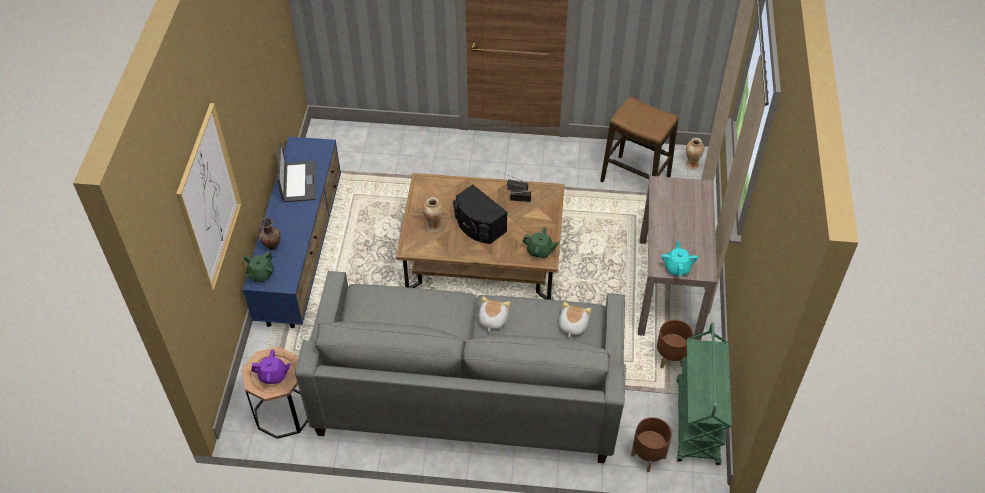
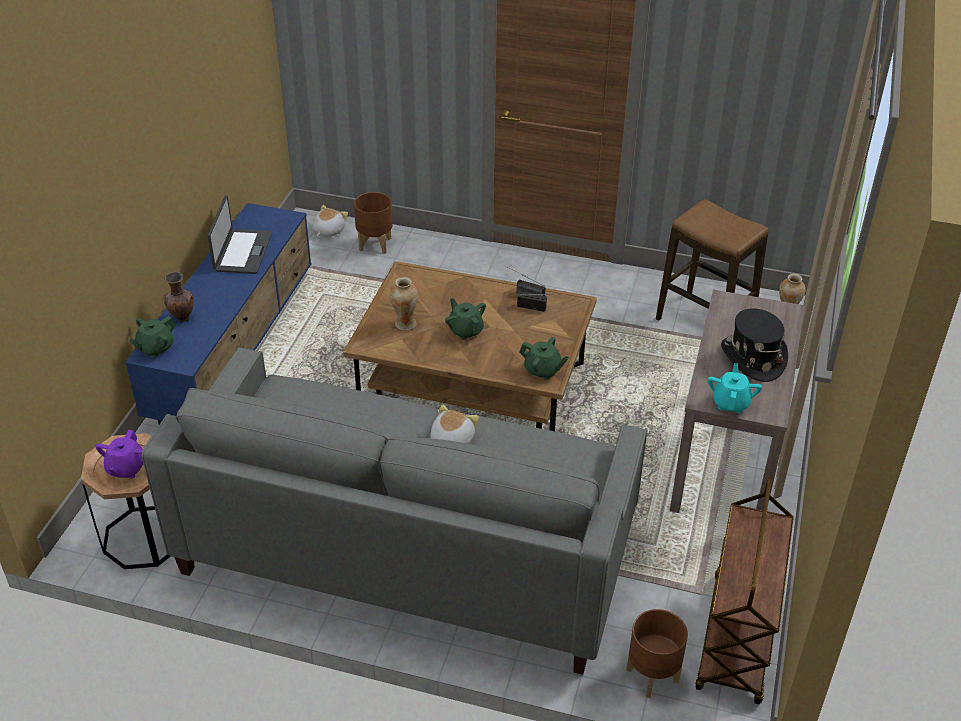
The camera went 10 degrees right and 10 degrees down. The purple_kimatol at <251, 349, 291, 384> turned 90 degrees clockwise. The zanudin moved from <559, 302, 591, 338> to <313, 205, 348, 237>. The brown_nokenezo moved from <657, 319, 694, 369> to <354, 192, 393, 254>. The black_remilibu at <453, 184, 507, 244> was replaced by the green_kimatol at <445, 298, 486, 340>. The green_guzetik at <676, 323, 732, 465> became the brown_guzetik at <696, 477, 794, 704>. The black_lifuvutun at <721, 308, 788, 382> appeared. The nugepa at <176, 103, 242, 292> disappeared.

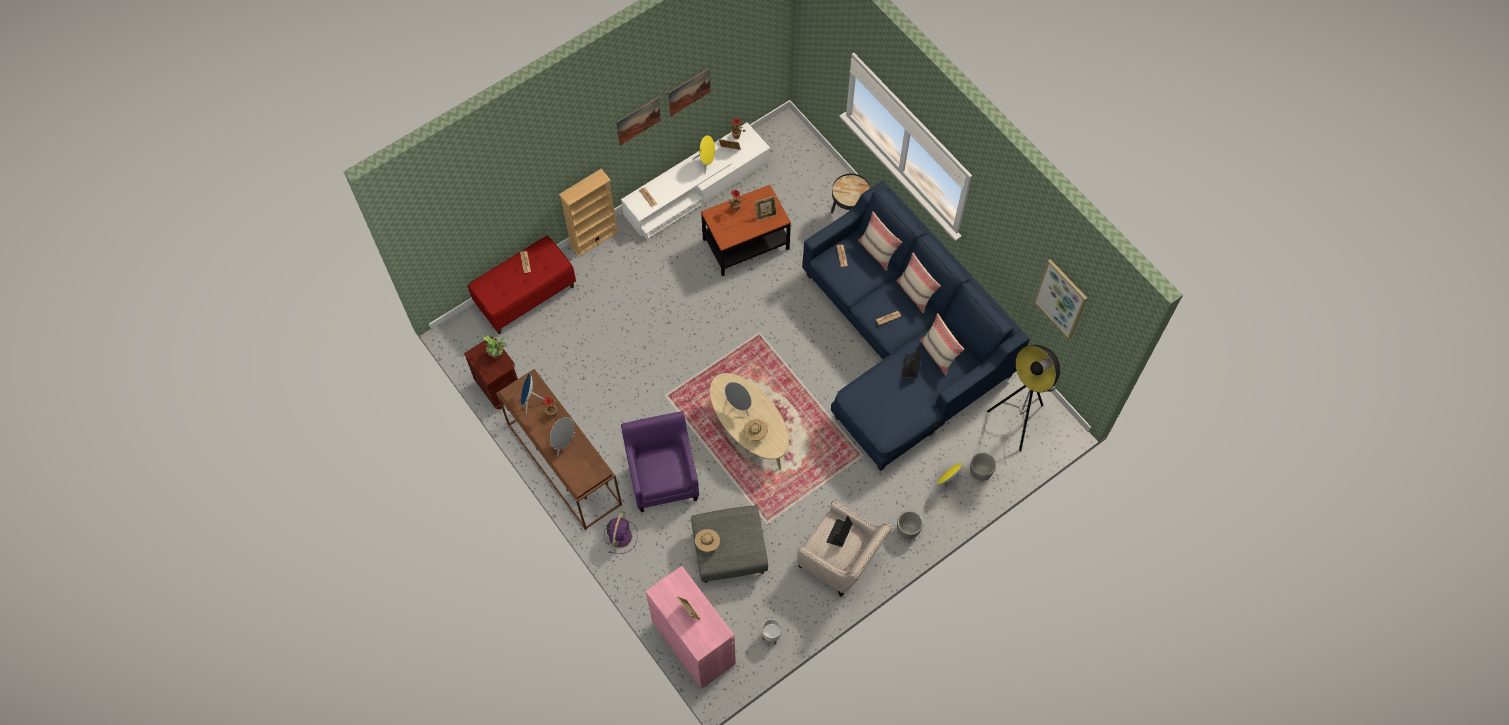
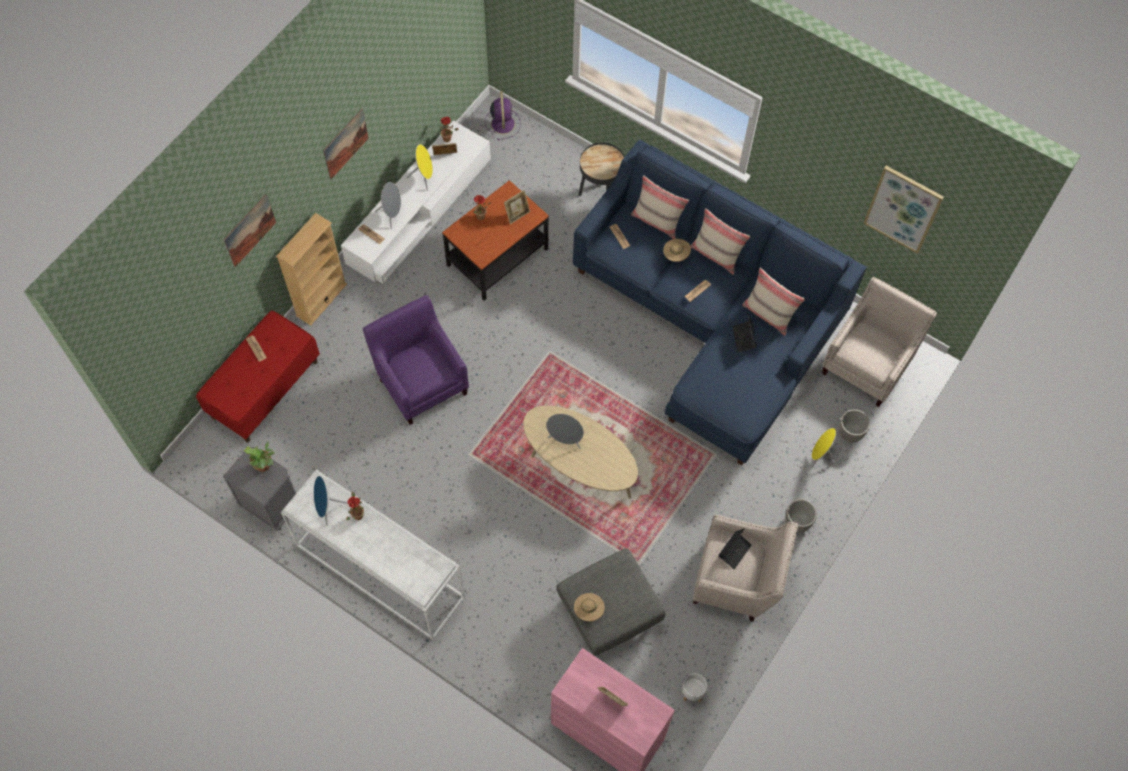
The camera went 20 degrees left and 0 degrees up. The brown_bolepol at <464, 337, 518, 409> became the grey_bolepol at <223, 447, 296, 531>. The nugepa moved from <668, 68, 711, 117> to <224, 194, 276, 267>. The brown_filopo at <496, 369, 622, 530> became the white_filopo at <281, 469, 465, 640>. The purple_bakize moved from <621, 411, 699, 512> to <363, 295, 469, 425>. The grey_remilibu moved from <550, 417, 575, 456> to <375, 182, 401, 229>. The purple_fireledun moved from <604, 511, 638, 554> to <485, 91, 521, 140>. The beige_lifuvutun moved from <744, 419, 768, 441> to <663, 239, 691, 262>. The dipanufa at <826, 515, 853, 547> turned 150 degrees counterclockwise. The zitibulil at <987, 345, 1060, 451> was replaced by the beige_bakize at <822, 277, 937, 407>.

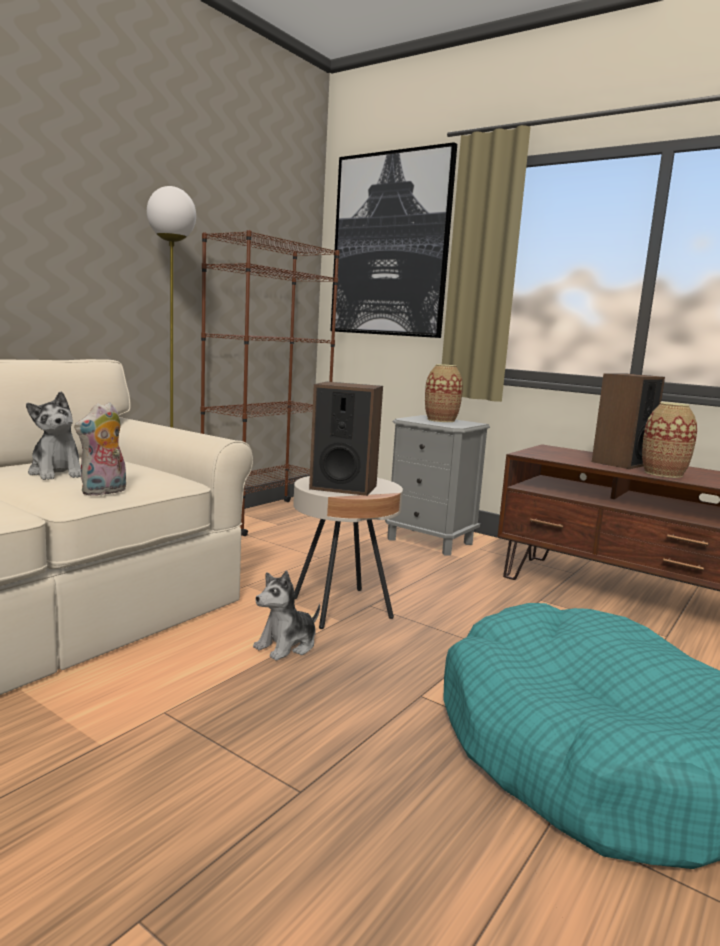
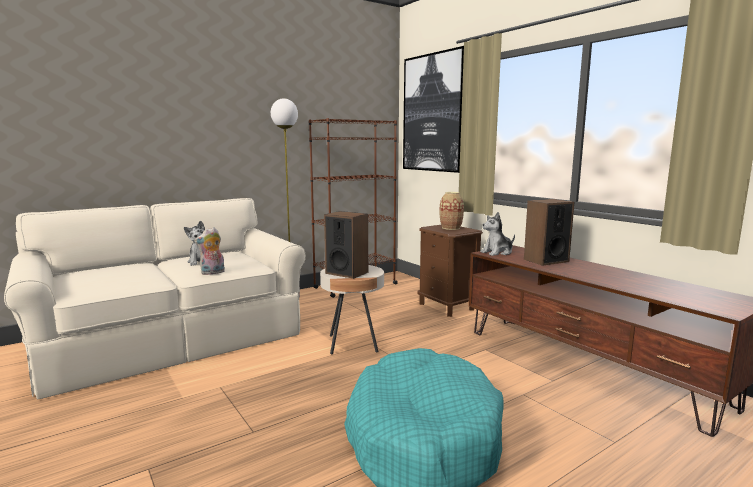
The camera went 20 degrees right and 0 degrees up. The grey_bolepol at <385, 415, 490, 556> became the brown_bolepol at <418, 225, 483, 317>. The zanudin moved from <253, 571, 320, 661> to <480, 212, 515, 256>. The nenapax at <642, 402, 697, 478> disappeared.

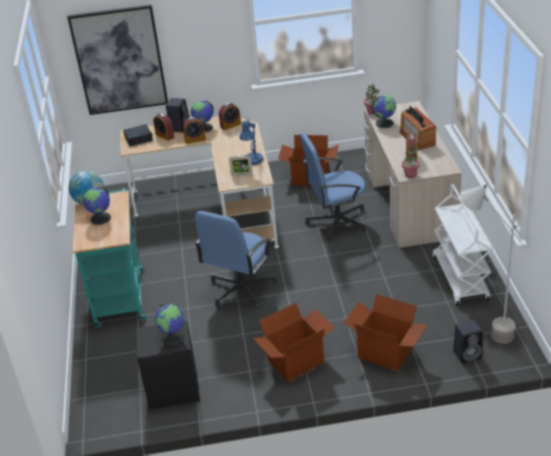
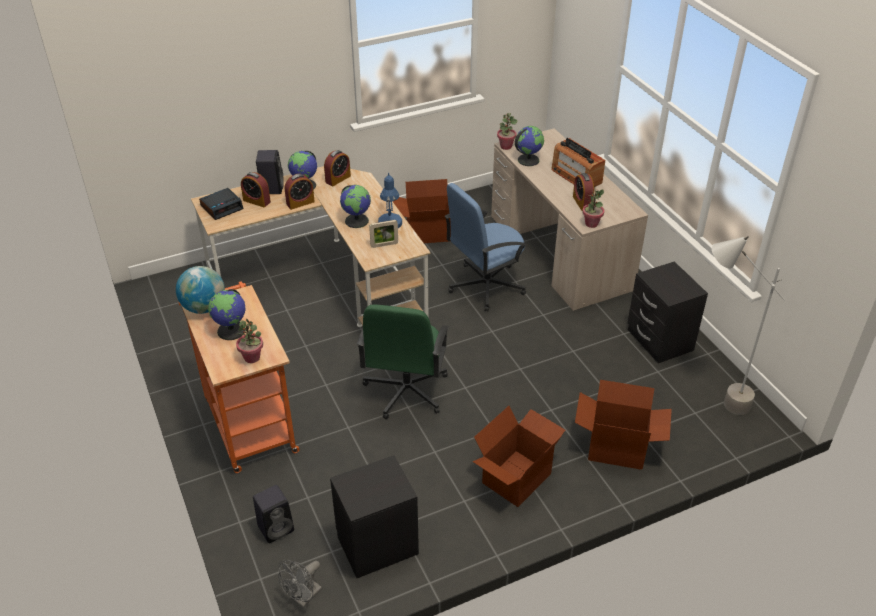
The camera went 20 degrees left and 5 degrees up. The turquoise_guzetik at <73, 188, 146, 327> became the orange_guzetik at <178, 281, 300, 473>. The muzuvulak at <236, 318, 263, 363> appeared. The black_remilibu moved from <453, 319, 483, 364> to <253, 485, 294, 543>. The grey_fireledun at <278, 560, 322, 607> appeared. The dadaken moved from <155, 304, 185, 345> to <340, 185, 371, 228>. The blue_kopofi at <194, 211, 277, 308> became the green_kopofi at <357, 305, 449, 419>. The white_guzetik at <433, 184, 493, 305> was replaced by the black_bolepol at <627, 261, 708, 363>. The nugepa at <67, 4, 168, 115> disappeared.

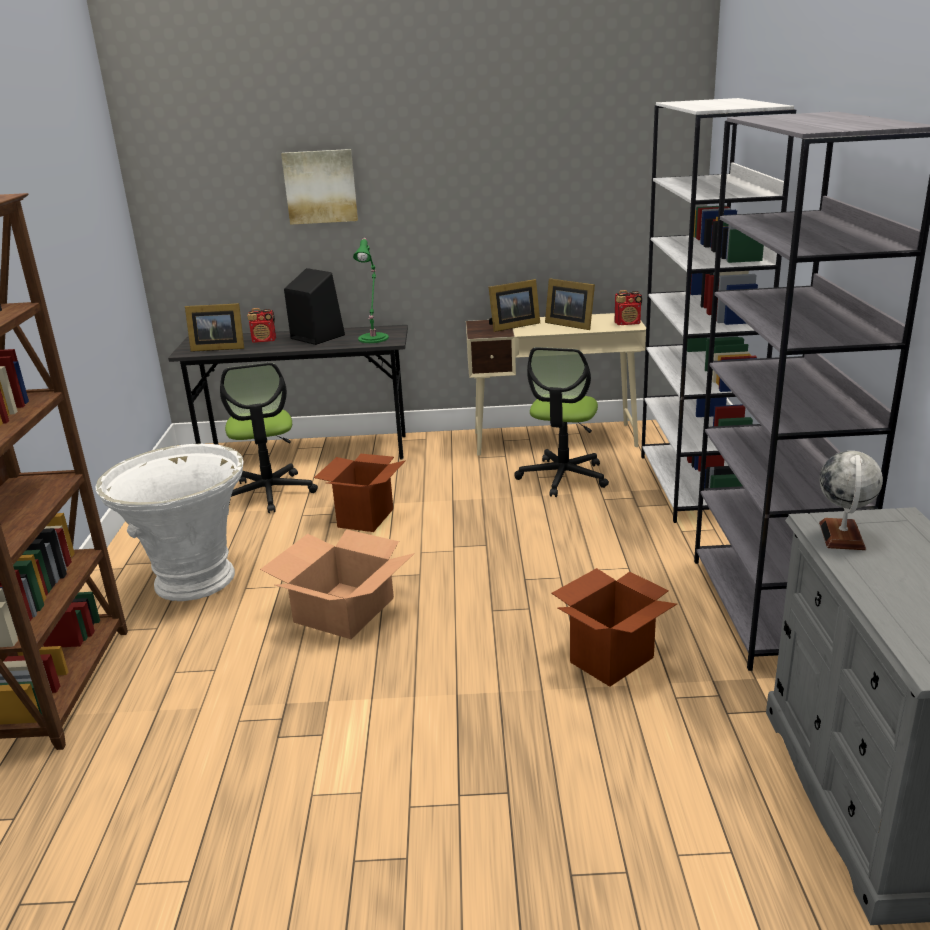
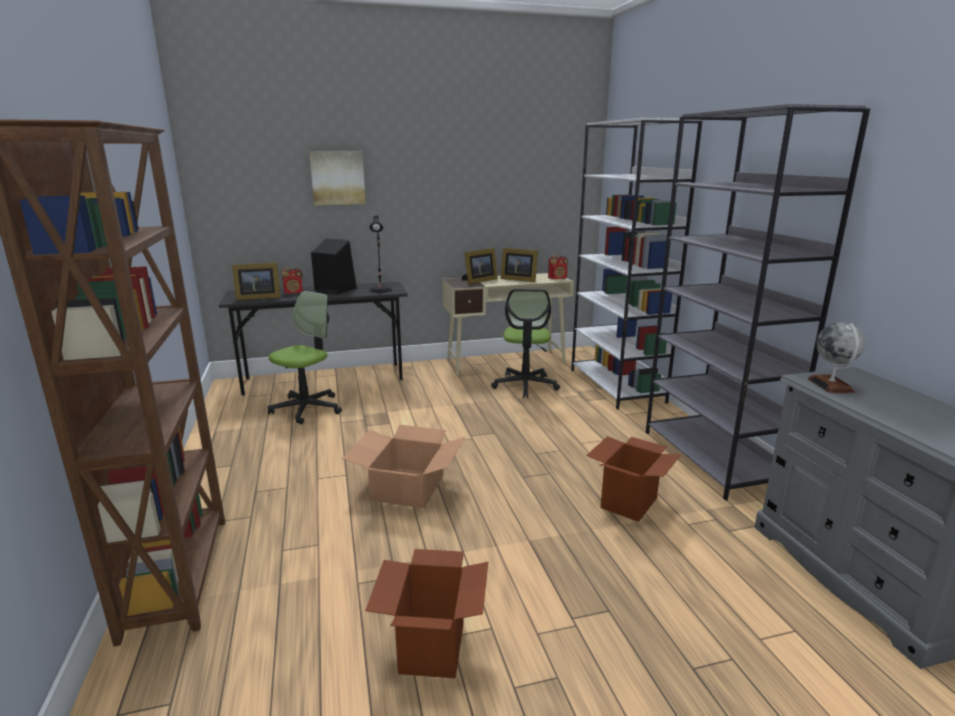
The camera went 15 degrees left and 5 degrees down. The kopofi at <220, 362, 318, 513> turned 120 degrees counterclockwise. The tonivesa moved from <314, 454, 406, 532> to <365, 549, 488, 679>. The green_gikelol at <353, 238, 389, 343> became the black_gikelol at <369, 214, 392, 293>. The white_nokenezo at <96, 444, 243, 601> disappeared.

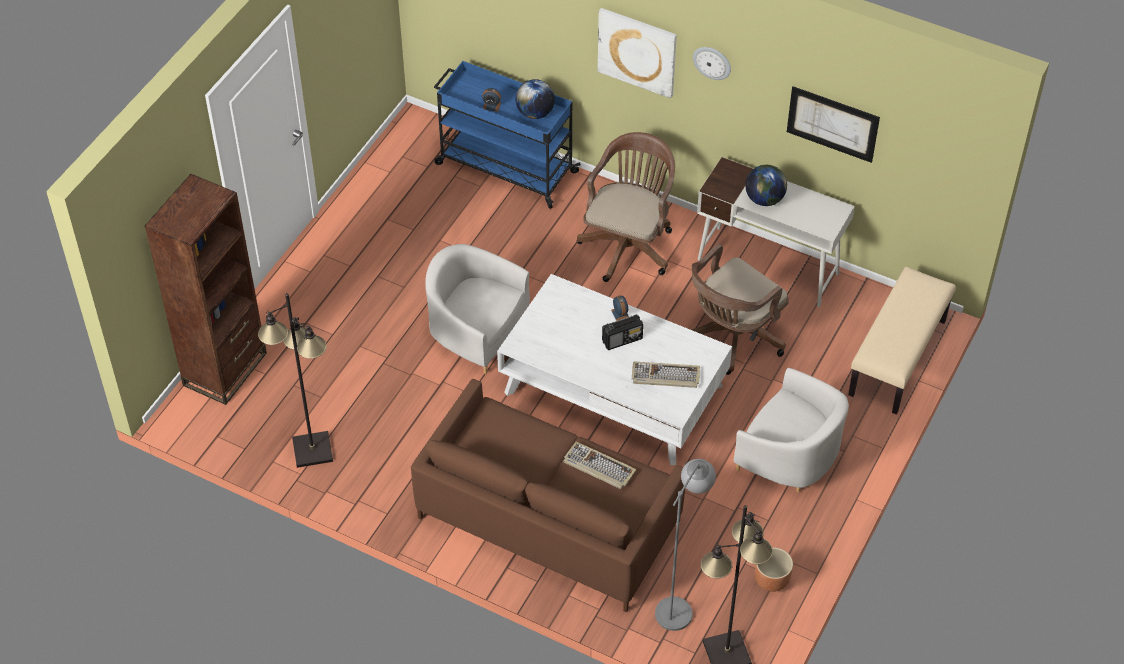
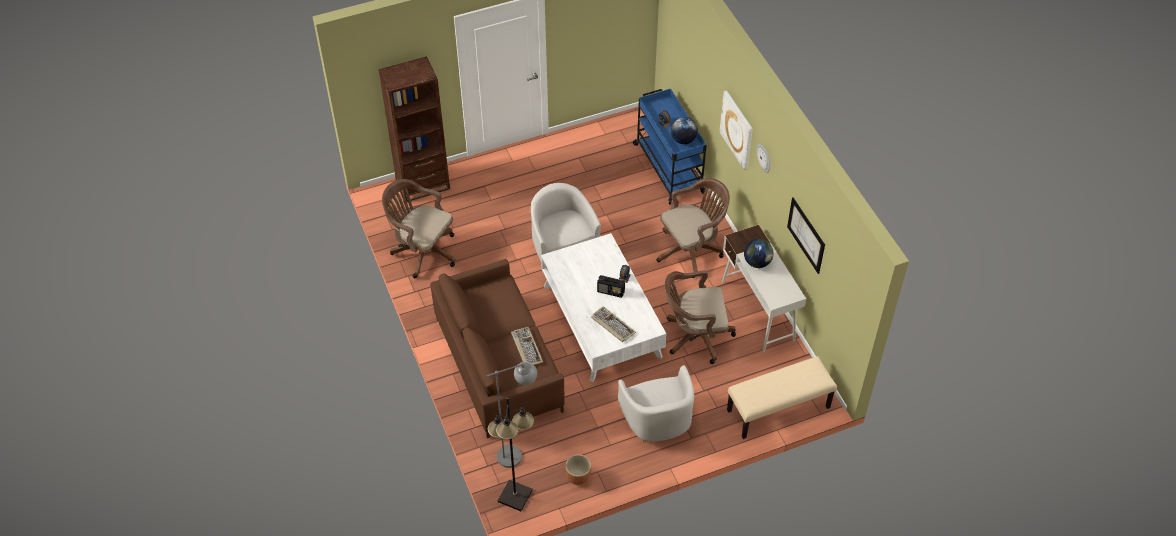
The camera went 40 degrees right and 0 degrees up. The black_zitibulil at <258, 293, 333, 468> was replaced by the brown_kopofi at <382, 179, 456, 278>.

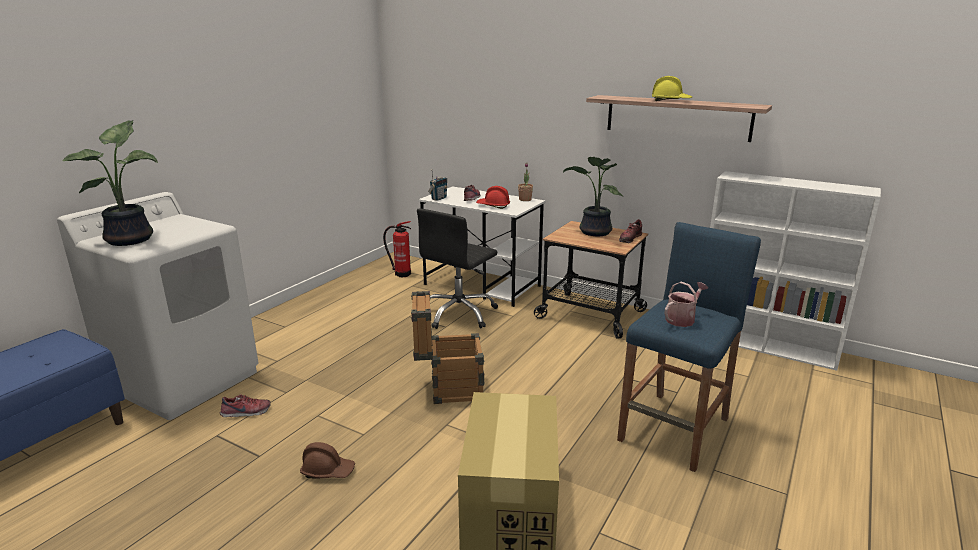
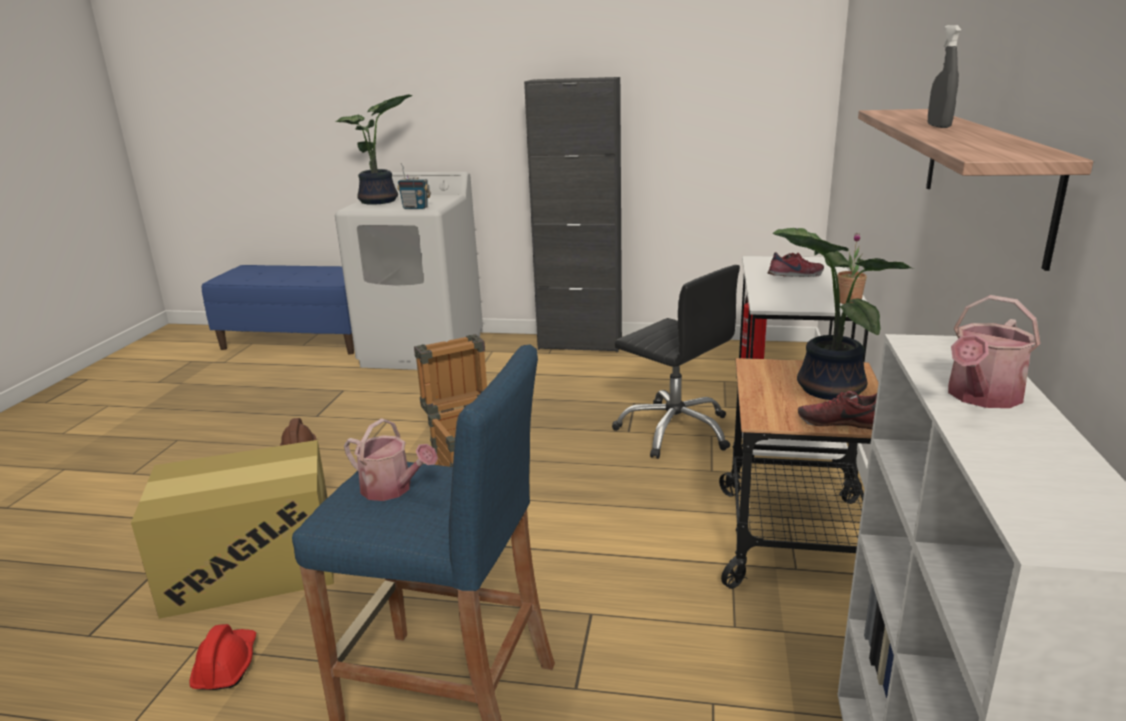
The camera went 70 degrees right and 0 degrees up. The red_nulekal moved from <476, 186, 510, 209> to <190, 624, 256, 690>. The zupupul moved from <428, 169, 447, 201> to <397, 163, 431, 209>. The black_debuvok at <524, 77, 622, 352> appeared. The black_kopofi at <417, 208, 498, 329> turned 150 degrees counterclockwise. The yellow_nulekal at <652, 76, 692, 101> was replaced by the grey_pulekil at <928, 25, 961, 128>. The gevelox at <948, 295, 1041, 408> appeared. The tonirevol at <220, 394, 271, 417> disappeared.

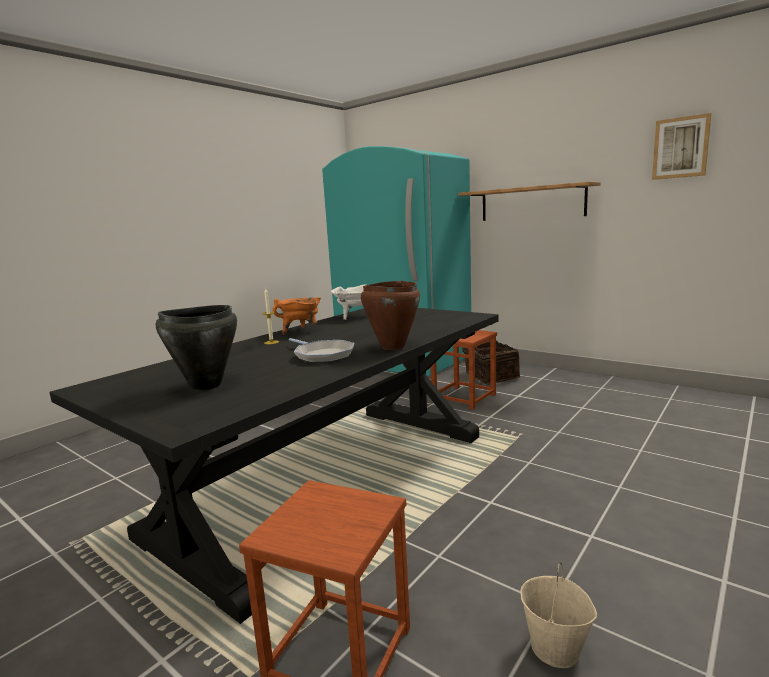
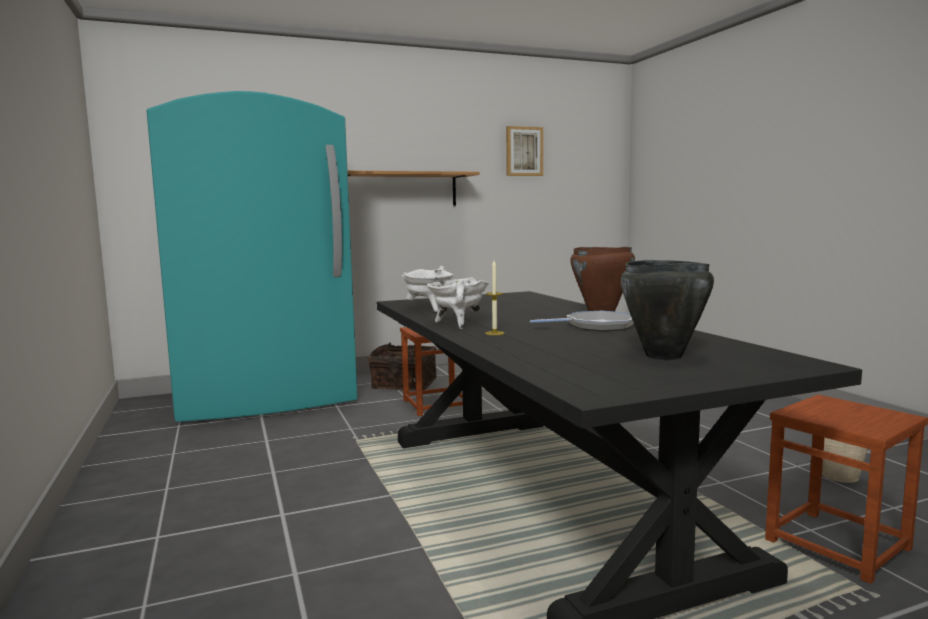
The camera went 60 degrees left and 5 degrees down. The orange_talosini at <273, 297, 321, 335> became the white_talosini at <427, 277, 489, 329>.

